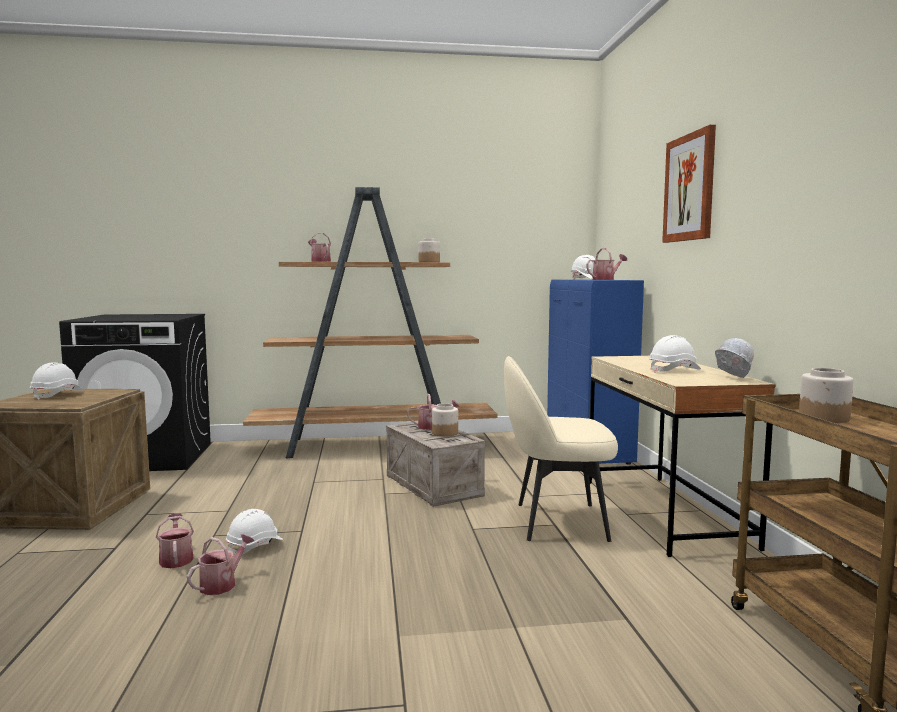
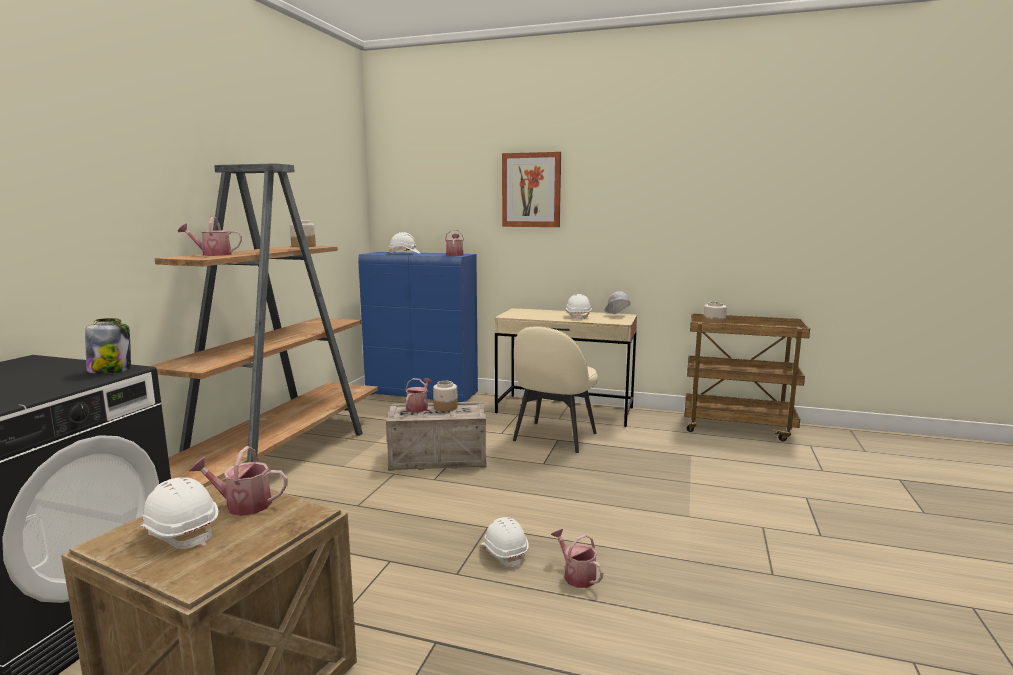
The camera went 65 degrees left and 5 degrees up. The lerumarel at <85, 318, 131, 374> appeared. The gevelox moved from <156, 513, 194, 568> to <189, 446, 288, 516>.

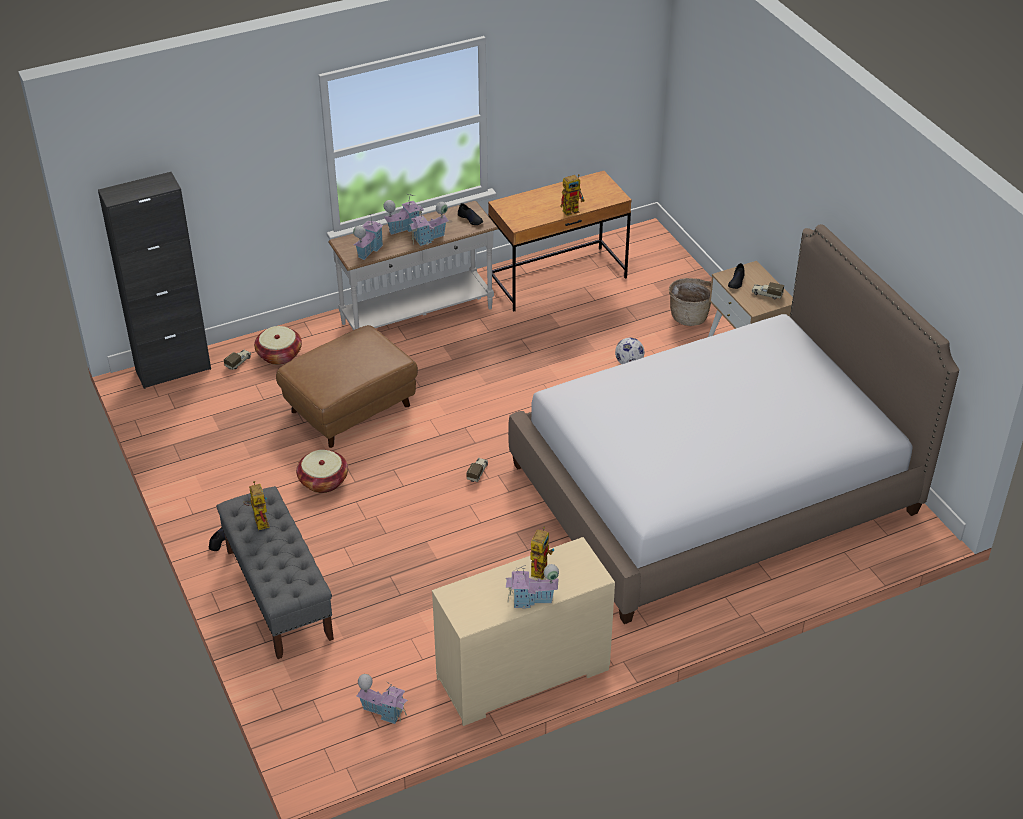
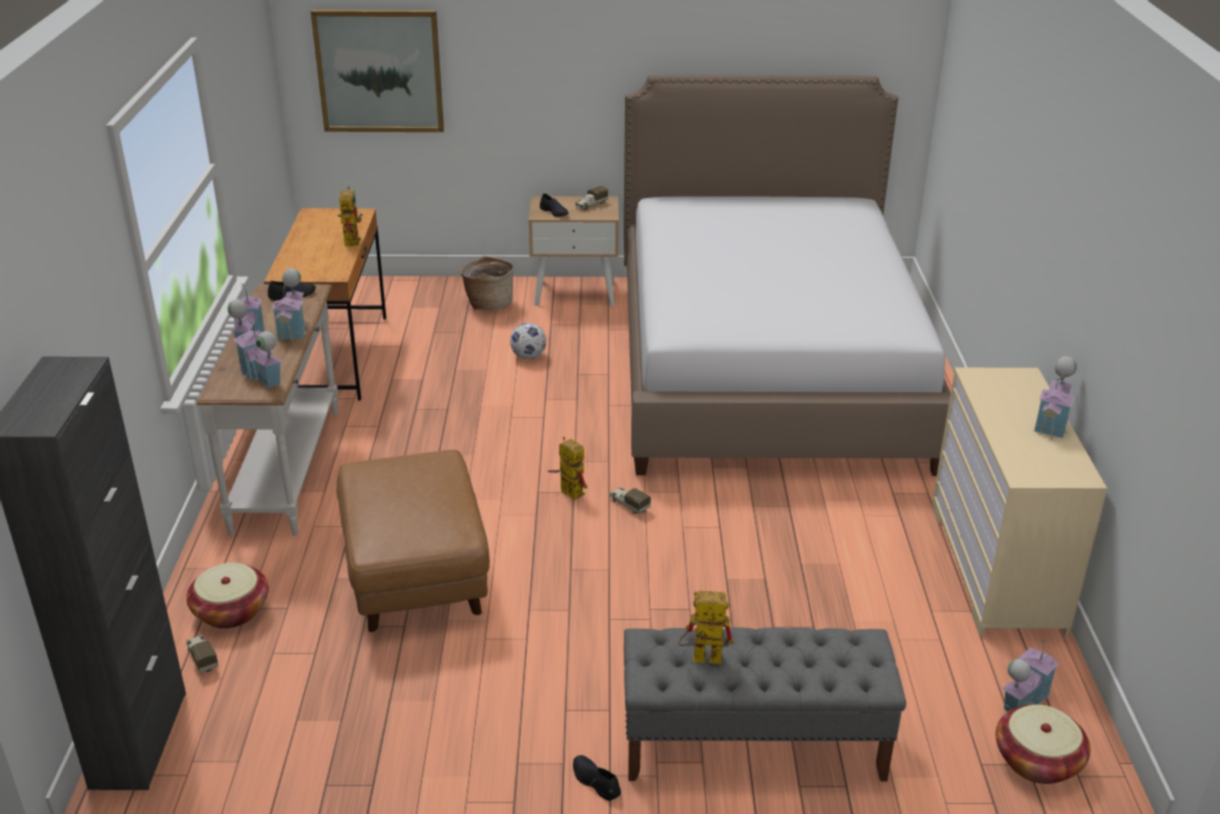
The camera went 65 degrees left and 10 degrees down. The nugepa at <311, 10, 444, 132> appeared. The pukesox moved from <531, 527, 554, 580> to <548, 437, 587, 500>. The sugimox moved from <296, 450, 348, 493> to <996, 705, 1091, 784>.

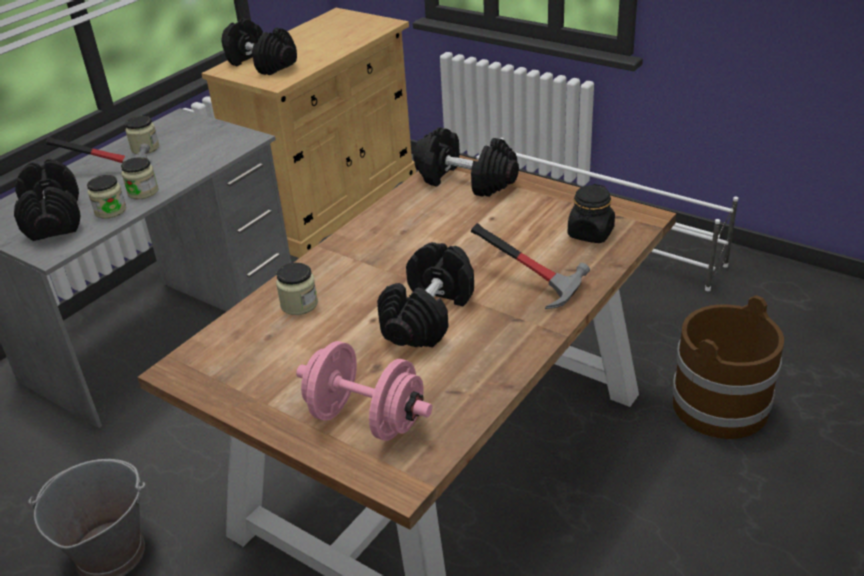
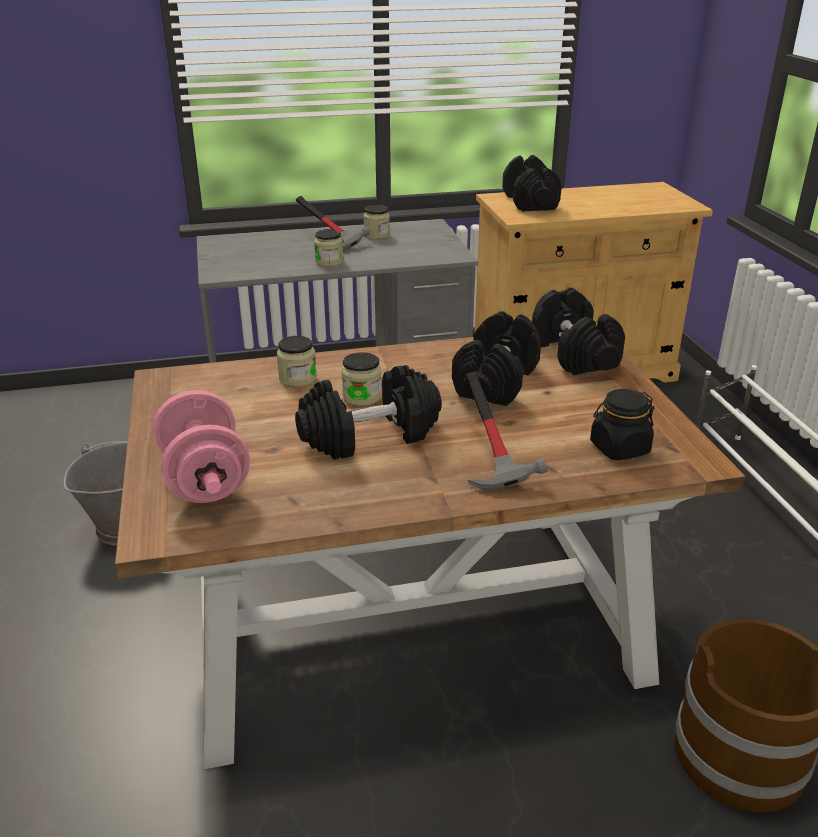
The camera went 40 degrees right and 5 degrees down. The lerumarel moved from <87, 175, 126, 219> to <341, 353, 382, 406>. The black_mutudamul moved from <14, 159, 80, 241> to <452, 311, 541, 406>.

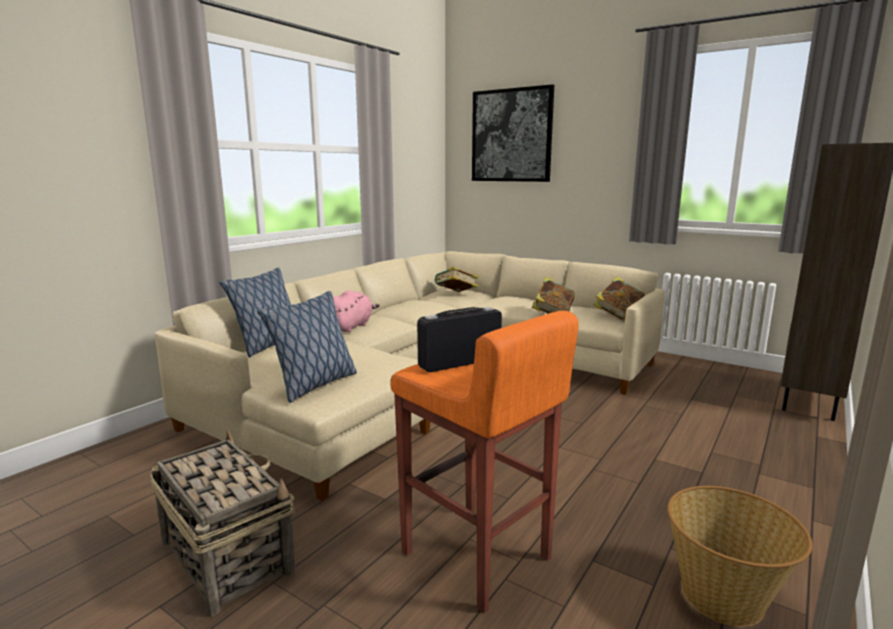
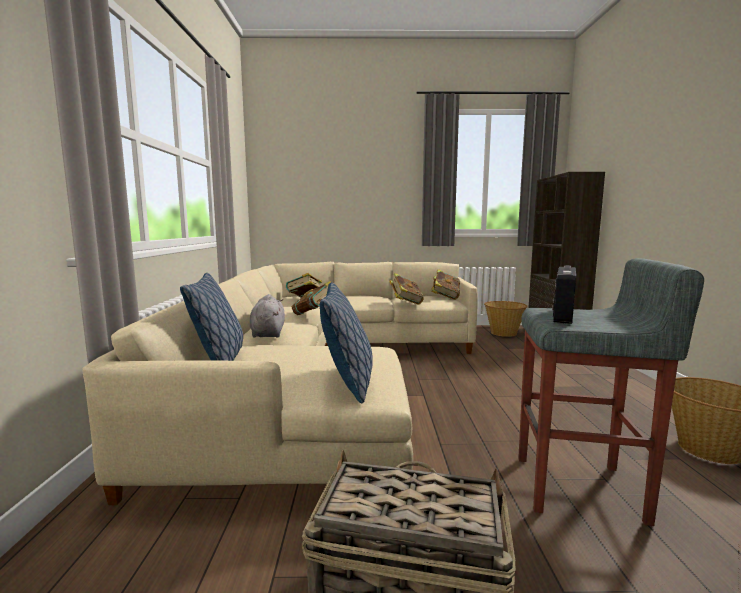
The camera went 35 degrees left and 5 degrees down. The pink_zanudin at <333, 290, 380, 332> became the grey_zanudin at <250, 294, 285, 338>. The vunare at <292, 281, 331, 315> appeared. The sugimox at <484, 301, 528, 337> appeared. The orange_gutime at <390, 311, 579, 613> became the grey_gutime at <518, 258, 704, 526>. The nugepa at <472, 84, 554, 182> disappeared.

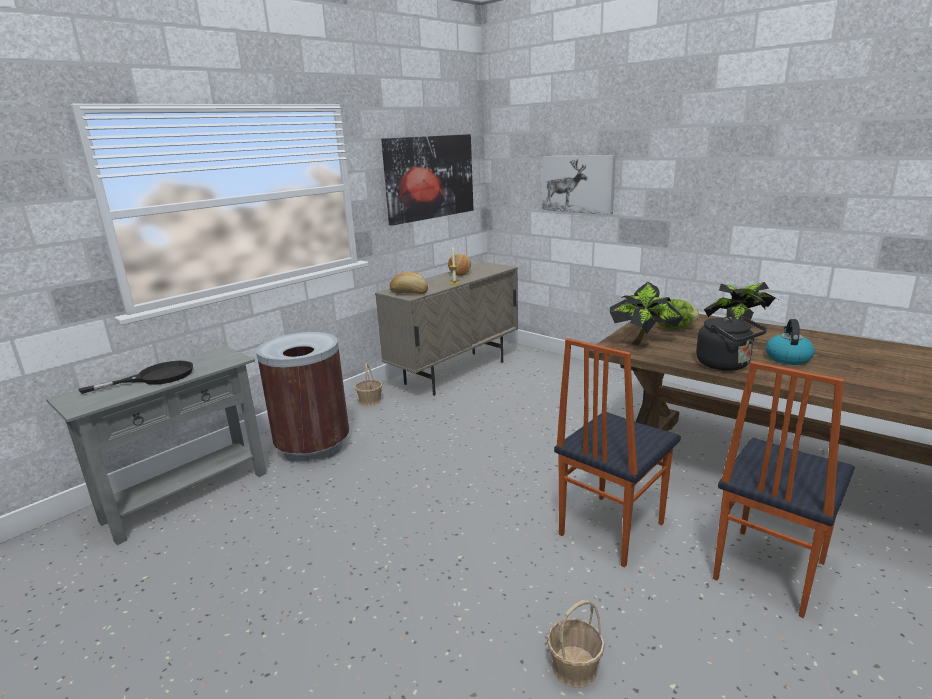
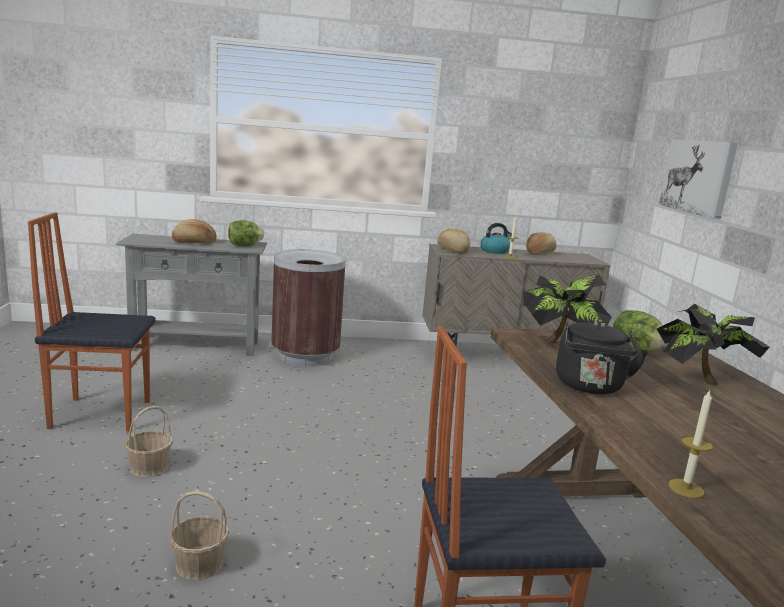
The camera went 40 degrees right and 5 degrees down. The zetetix moved from <554, 338, 681, 567> to <28, 212, 155, 431>. The sugimox moved from <355, 363, 383, 406> to <125, 406, 173, 477>. The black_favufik at <79, 361, 193, 394> was replaced by the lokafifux at <172, 219, 217, 244>. The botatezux at <228, 220, 264, 246> appeared. The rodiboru moved from <766, 319, 815, 365> to <481, 223, 512, 254>. The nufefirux at <669, 390, 713, 498> appeared. The nugepa at <381, 134, 474, 226> disappeared.

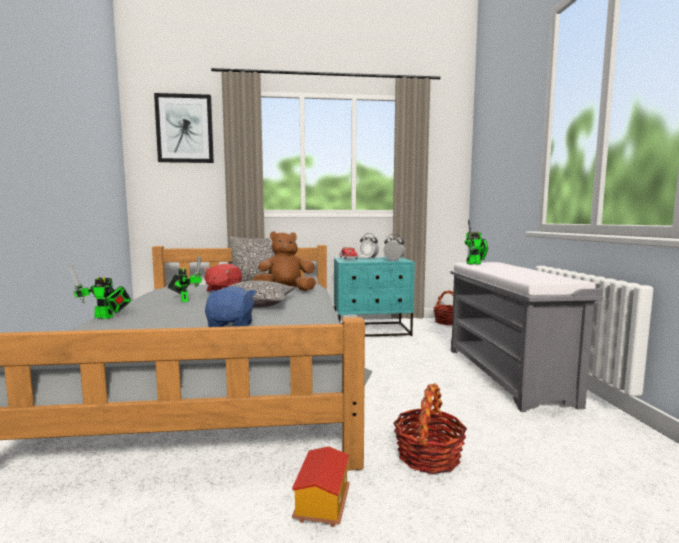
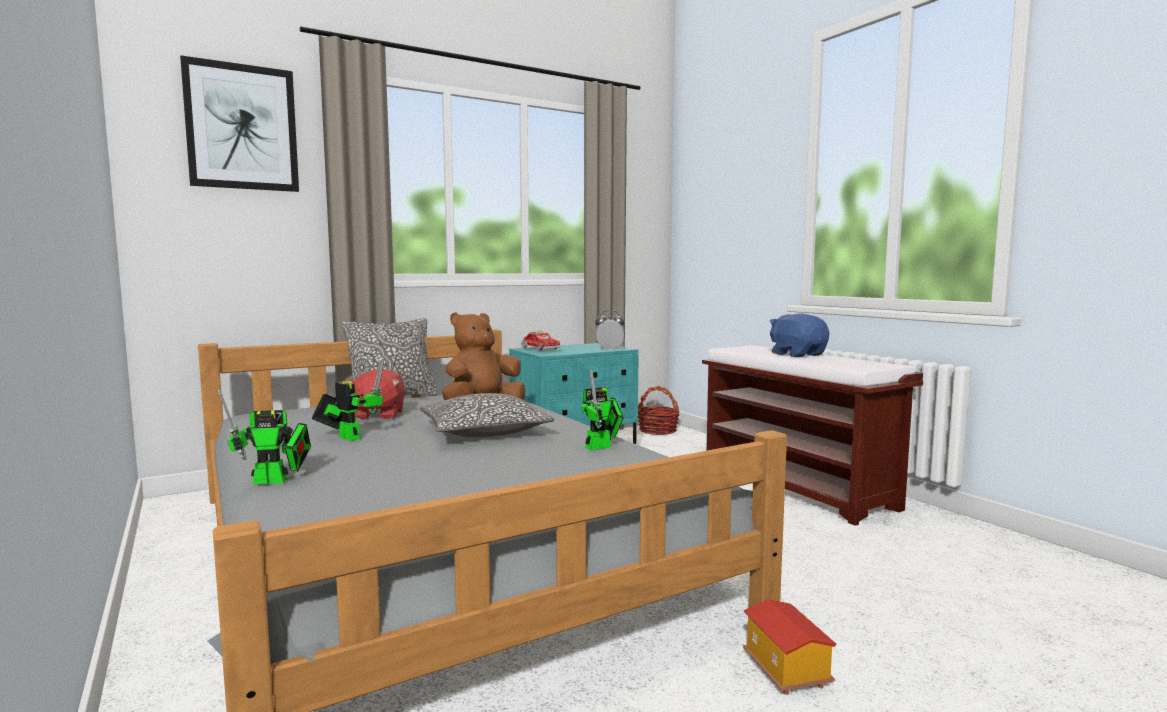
The camera went 25 degrees left and 0 degrees up. The pukesox moved from <465, 219, 489, 264> to <581, 370, 624, 450>. The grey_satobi at <450, 262, 603, 412> became the brown_satobi at <702, 345, 923, 526>. The blue_zanudin moved from <205, 286, 256, 327> to <769, 313, 829, 357>. The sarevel at <359, 233, 379, 260> disappeared. The sugimox at <393, 383, 467, 474> disappeared.

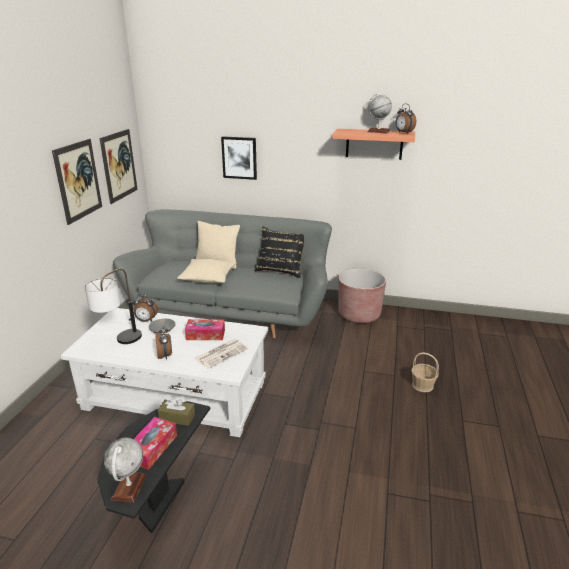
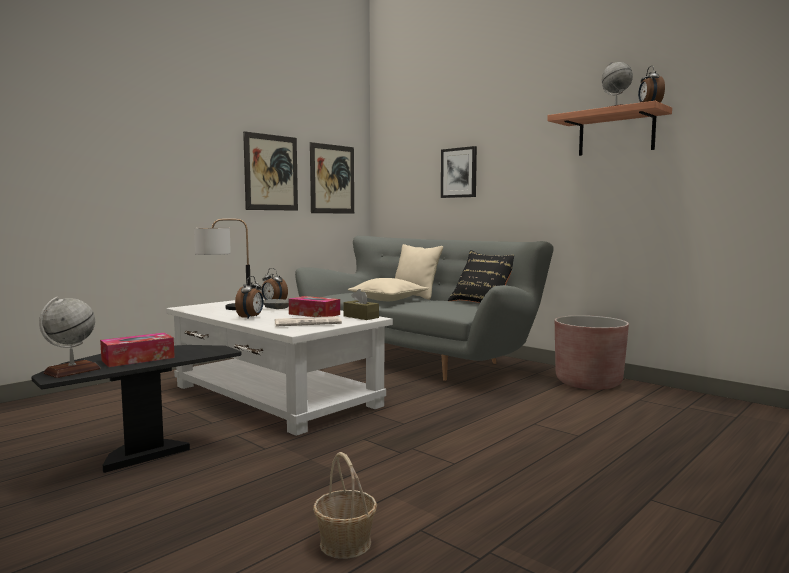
The camera went 30 degrees right and 20 degrees down. The sugimox moved from <411, 352, 439, 392> to <313, 452, 377, 559>. The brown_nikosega moved from <158, 397, 195, 426> to <343, 289, 379, 320>.

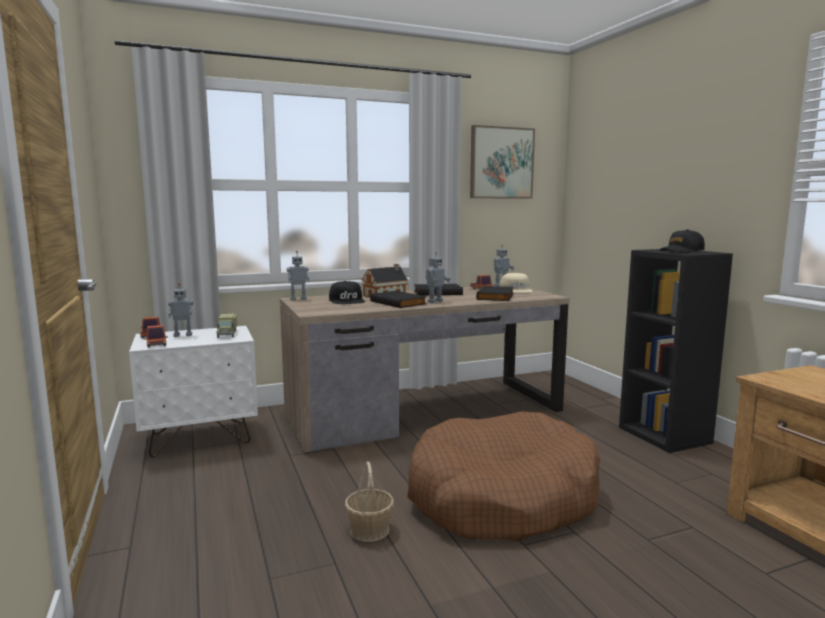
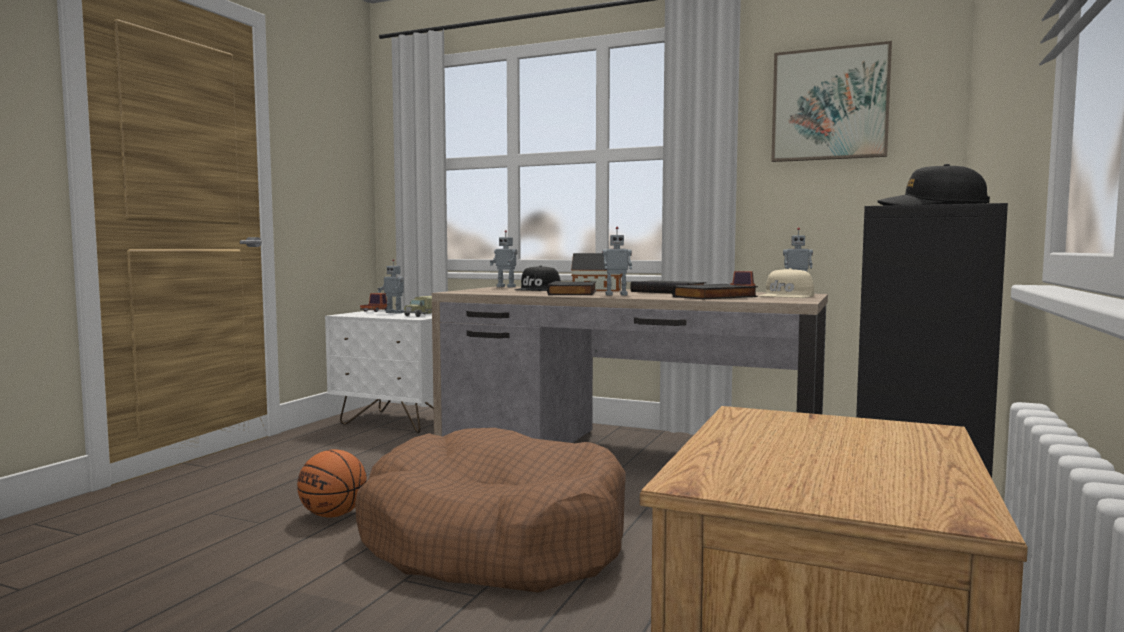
The camera went 45 degrees right and 5 degrees down. The sugimox at <345, 461, 394, 542> was replaced by the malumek at <297, 449, 367, 517>. The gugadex at <145, 325, 168, 347> disappeared.

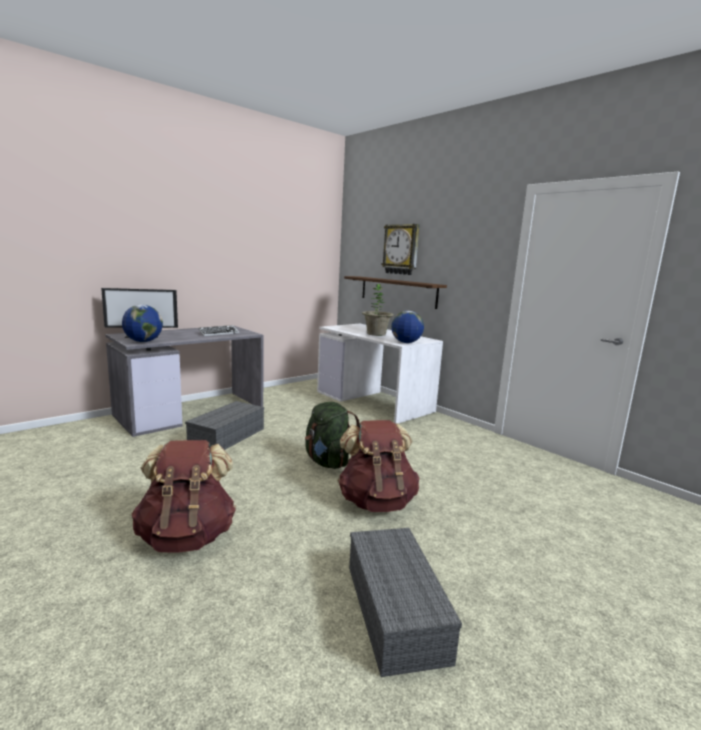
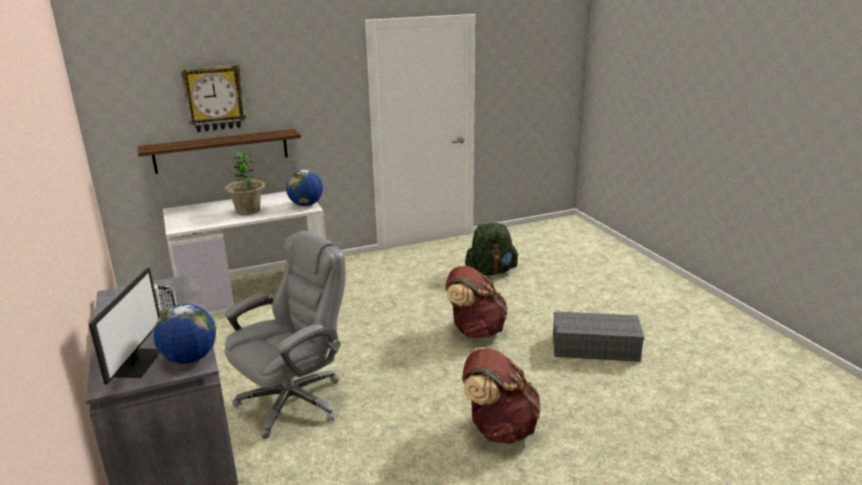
The camera went 70 degrees left and 10 degrees up. The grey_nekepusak at <185, 401, 264, 450> was replaced by the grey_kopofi at <225, 231, 345, 439>. The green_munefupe moved from <305, 402, 360, 469> to <465, 223, 518, 275>.

